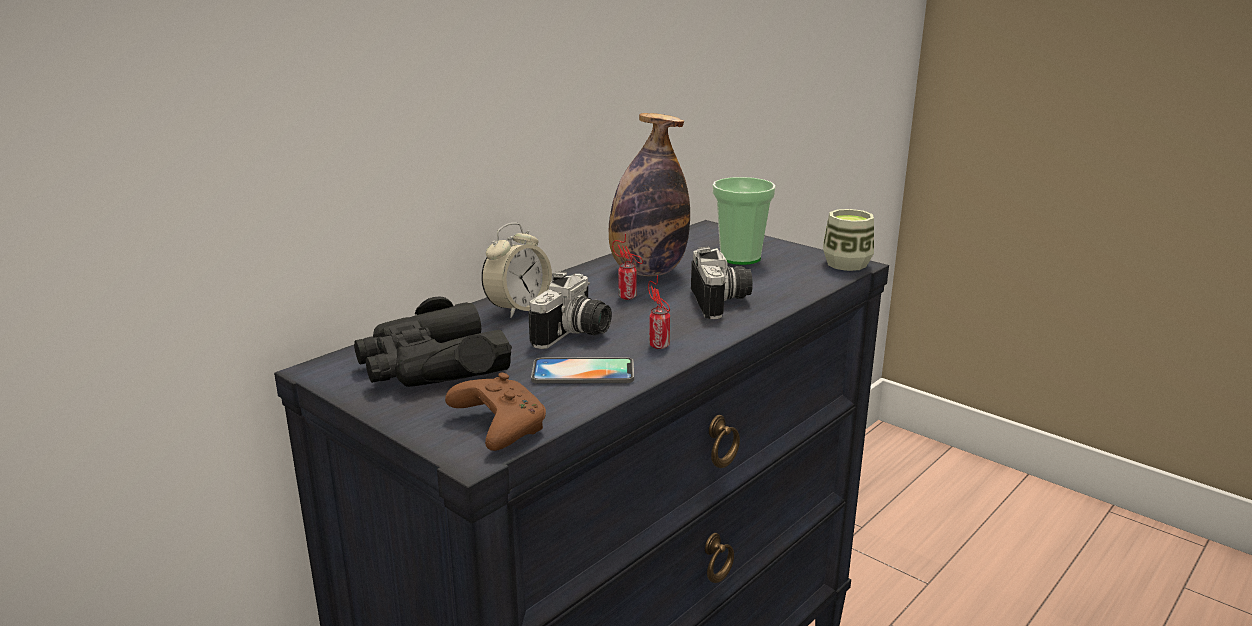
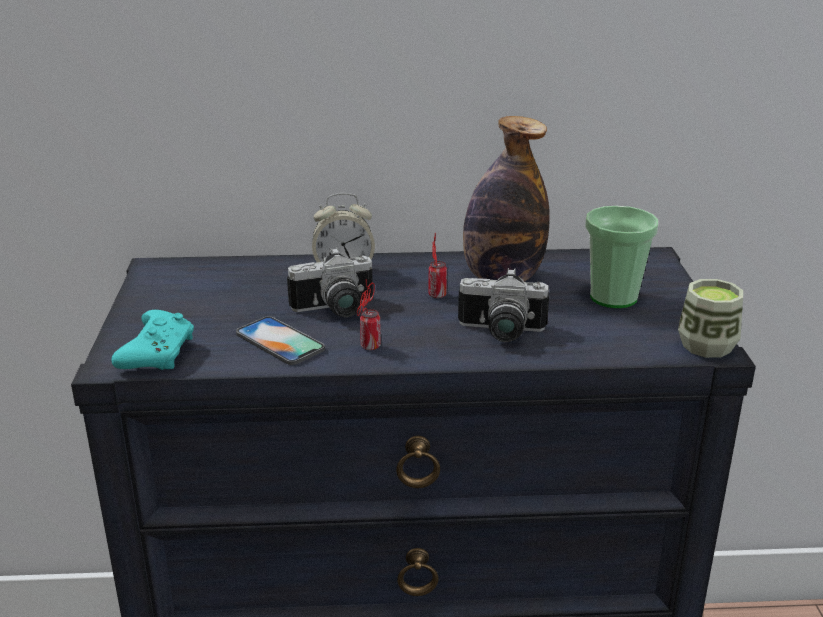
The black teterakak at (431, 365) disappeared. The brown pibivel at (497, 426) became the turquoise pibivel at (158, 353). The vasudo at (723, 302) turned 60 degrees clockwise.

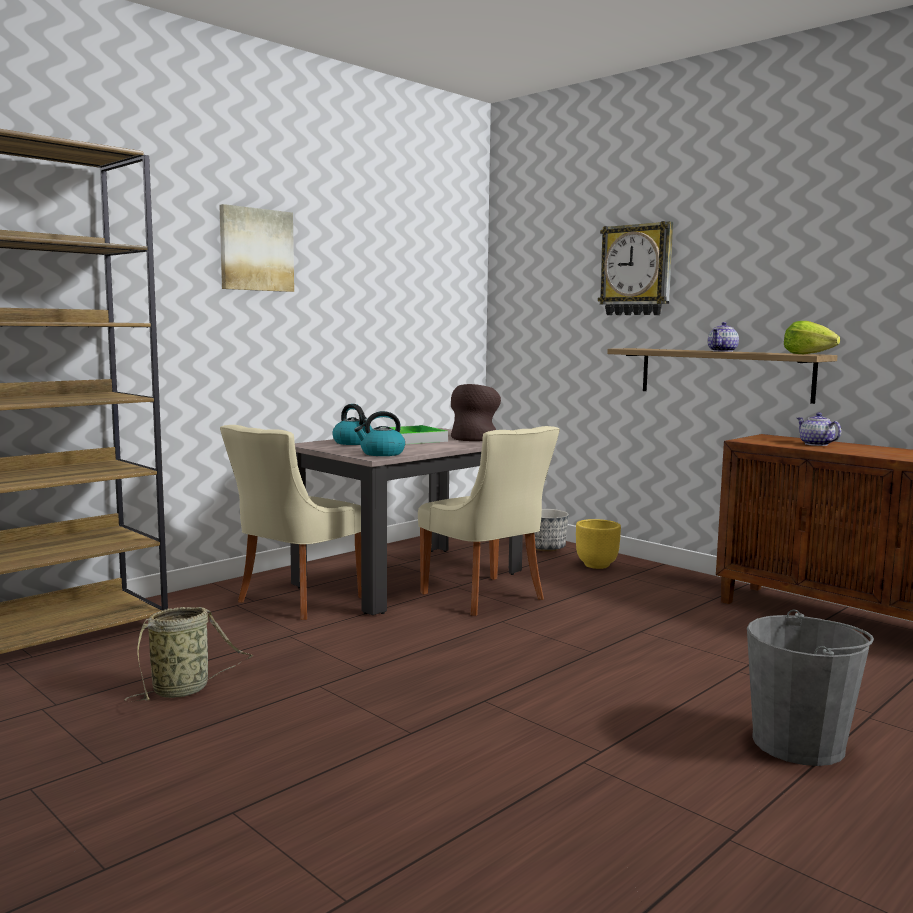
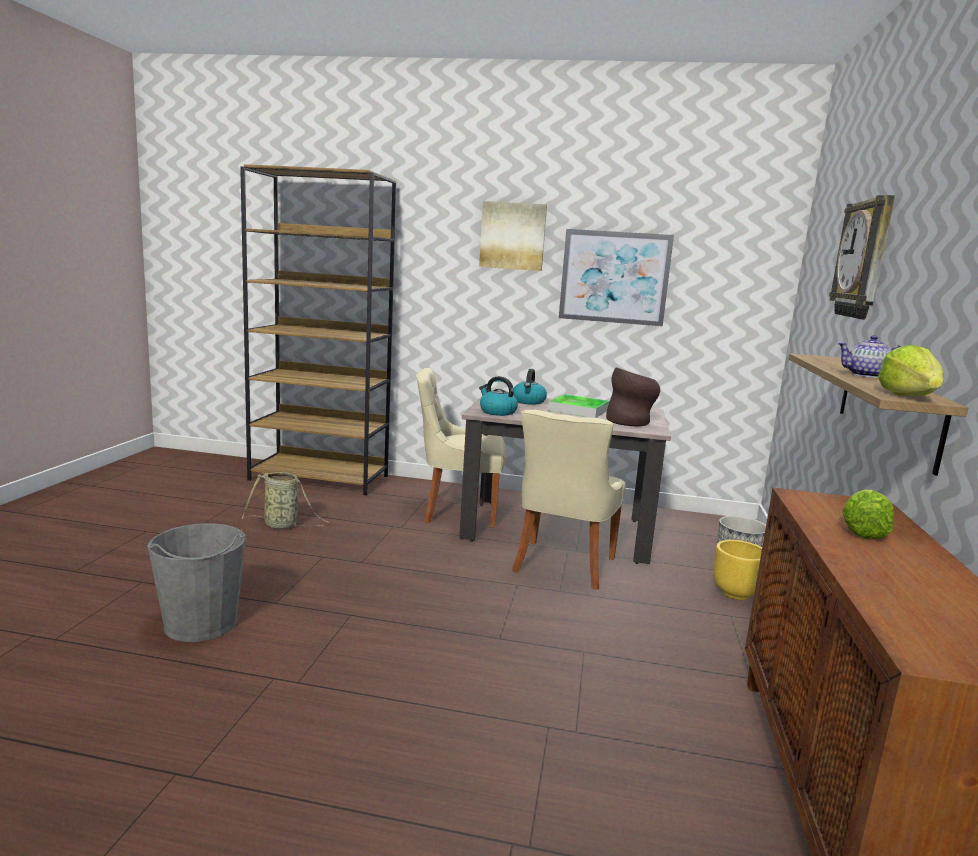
The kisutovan at (614, 277) appeared. The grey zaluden moved from (799, 743) to (201, 624). The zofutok at (816, 444) was replaced by the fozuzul at (865, 529).

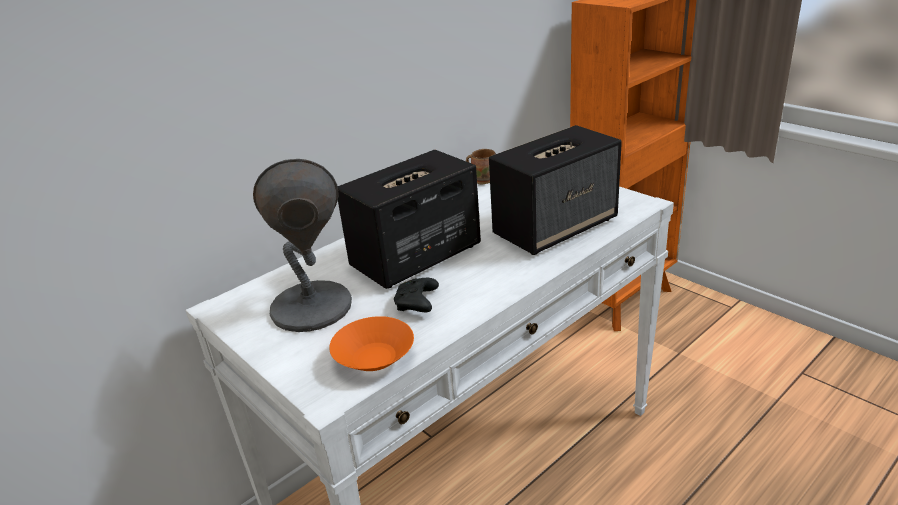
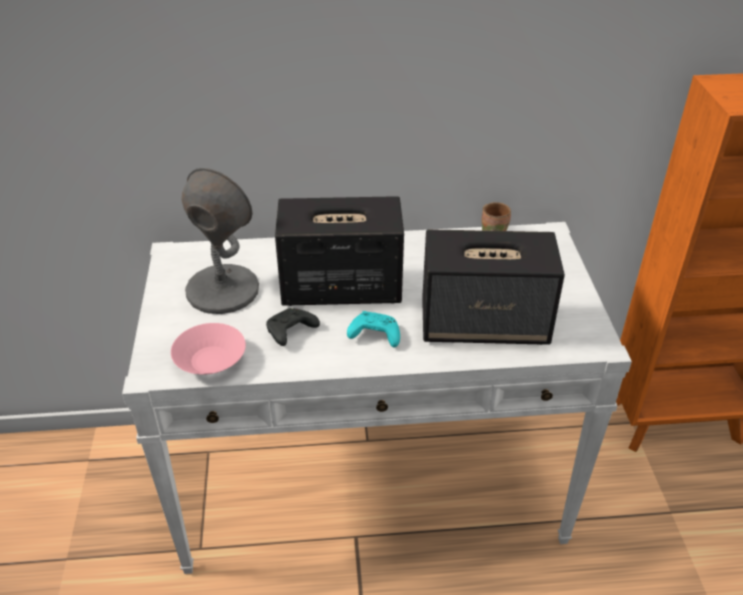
The turquoise pibivel at (374, 336) appeared. The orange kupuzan at (374, 359) became the pink kupuzan at (210, 362).

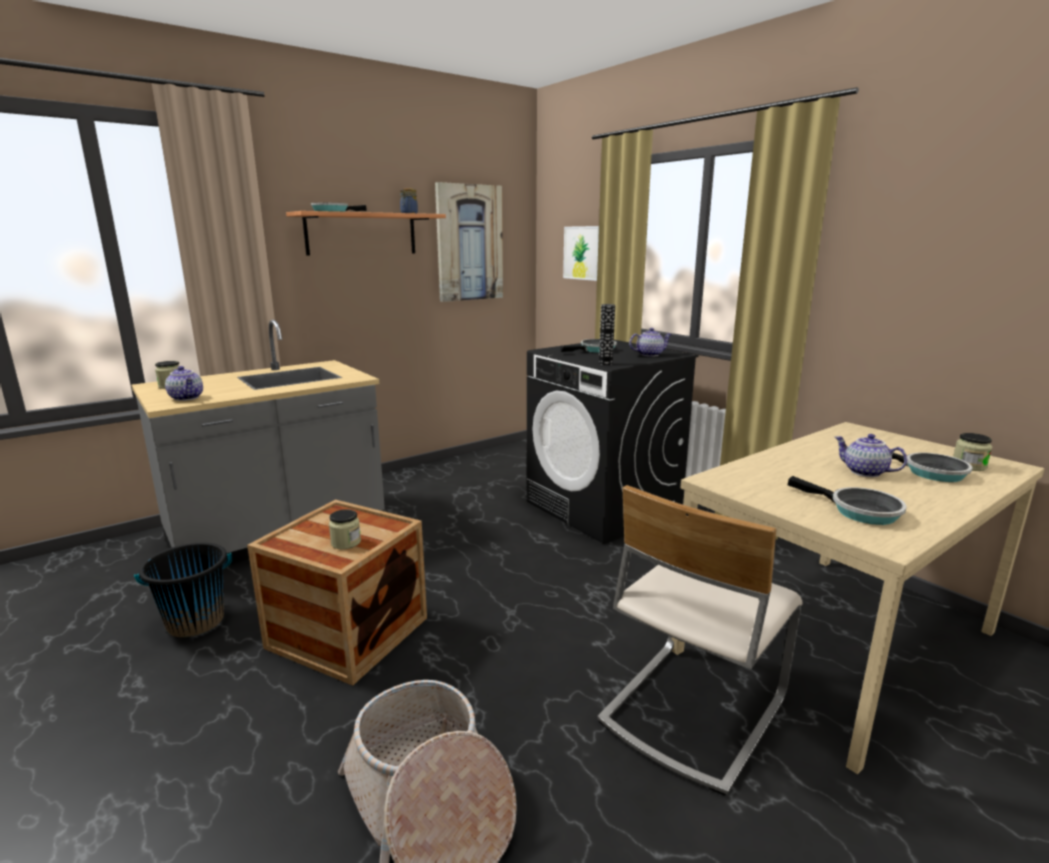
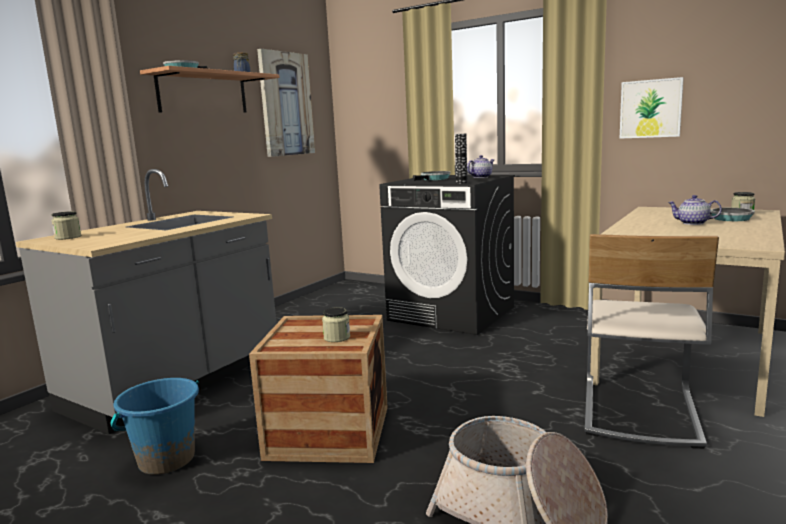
The zofutok at (187, 398) disappeared. The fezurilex at (859, 511) disappeared. The kisutovan moved from (582, 253) to (650, 109). The black zaluden at (195, 621) became the blue zaluden at (166, 459).

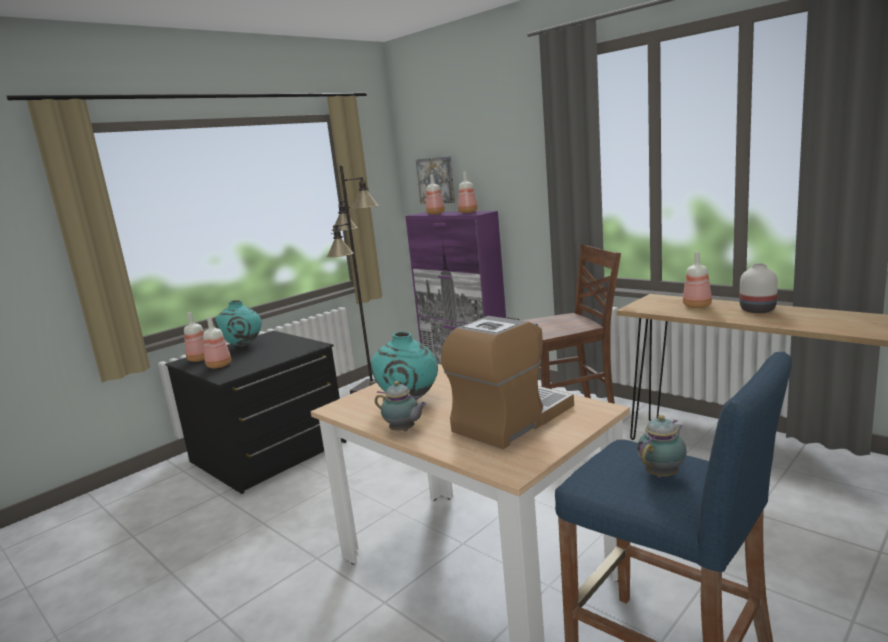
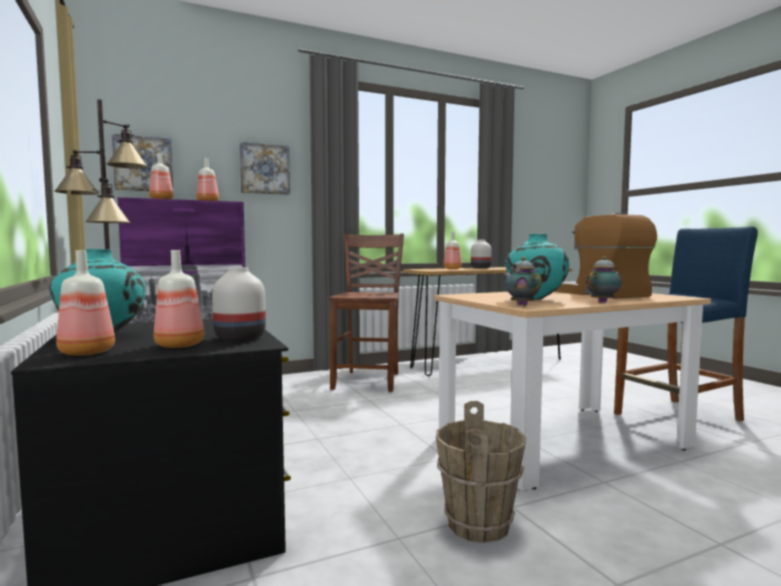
The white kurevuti at (239, 338) appeared. The kisutovan at (264, 169) appeared. The brown zaluden at (479, 524) appeared. The zofutok moved from (663, 474) to (521, 305).

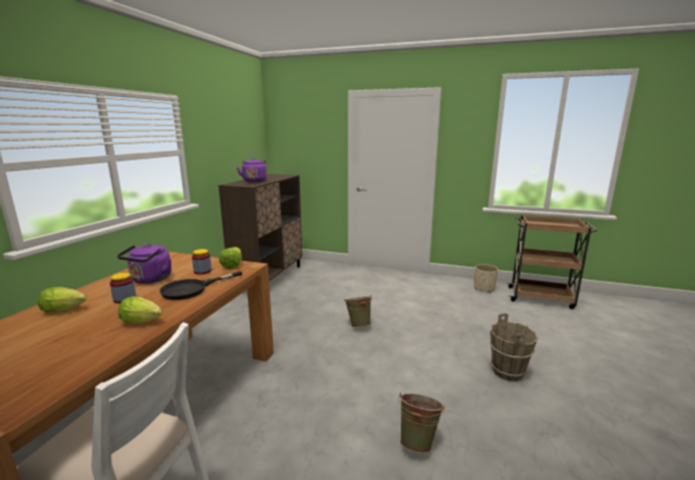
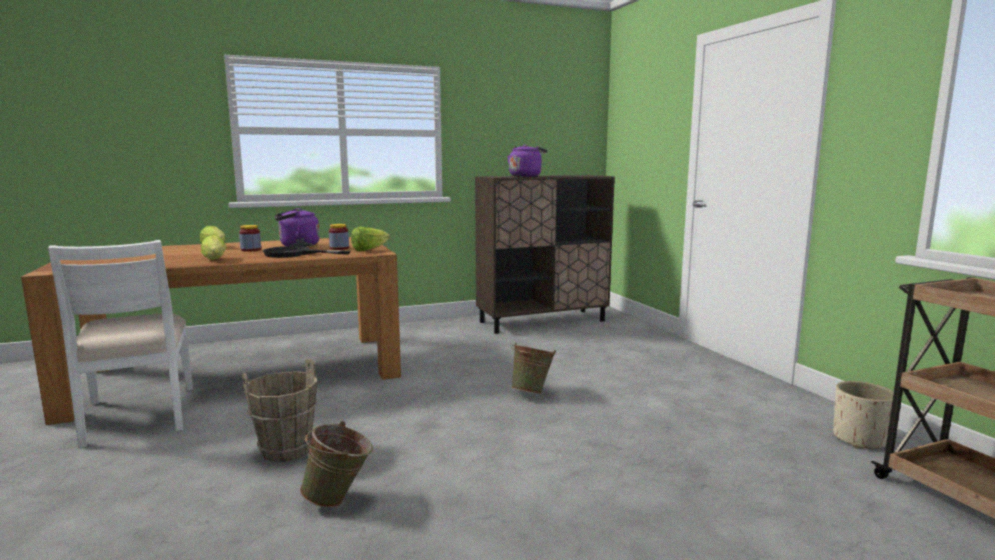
The brown zaluden moved from (508, 371) to (287, 450).

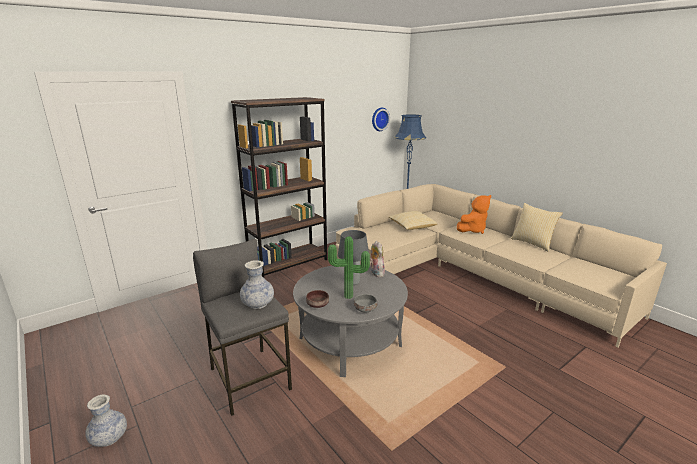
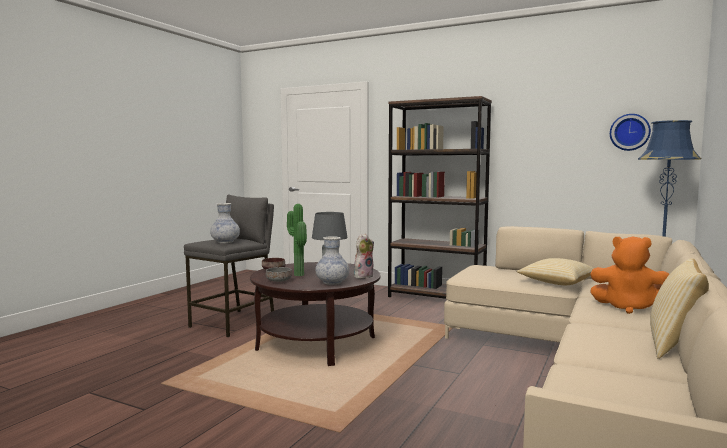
The kurevuti moved from (109, 438) to (332, 282). The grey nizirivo at (350, 342) became the brown nizirivo at (316, 344).

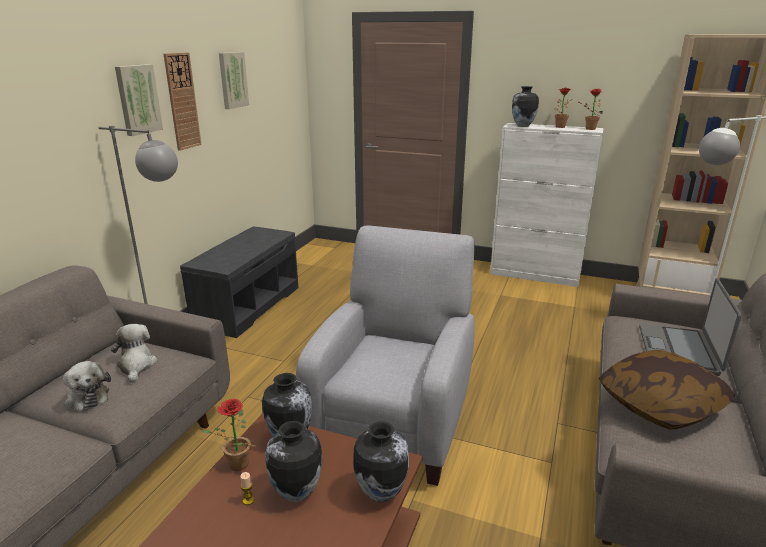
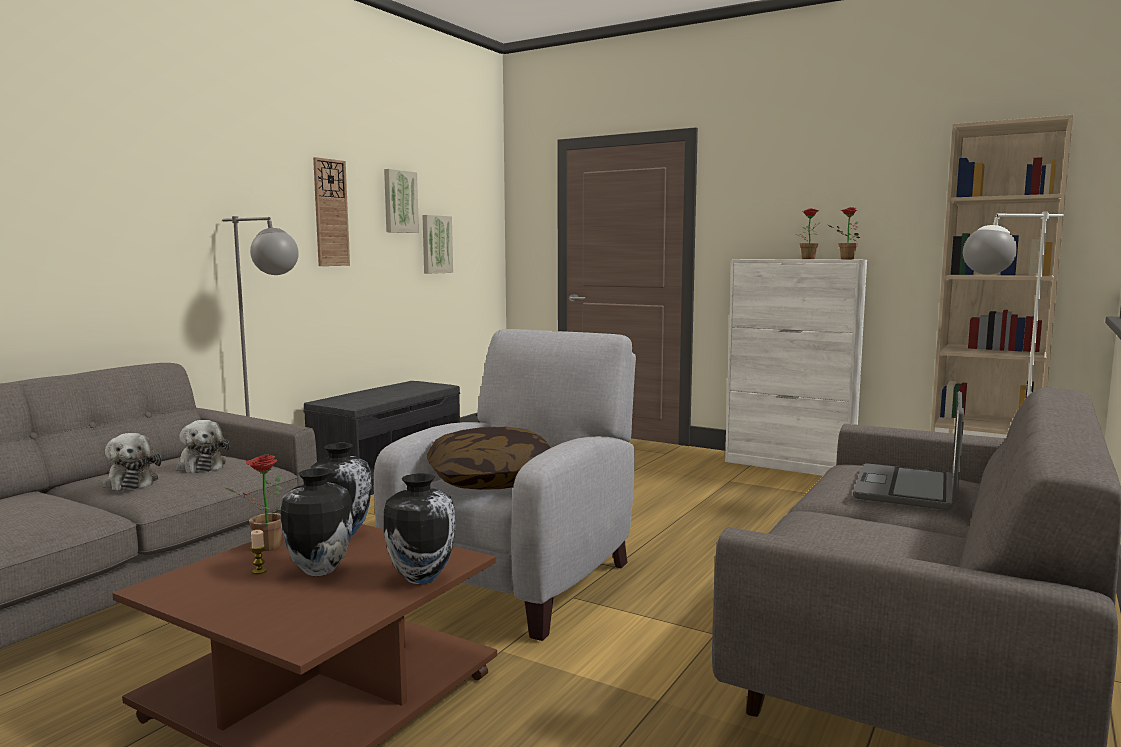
The kurevuti at (522, 126) disappeared. The kisutovan moved from (137, 99) to (436, 244). The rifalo moved from (660, 404) to (492, 481). The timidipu at (136, 365) turned 150 degrees clockwise.

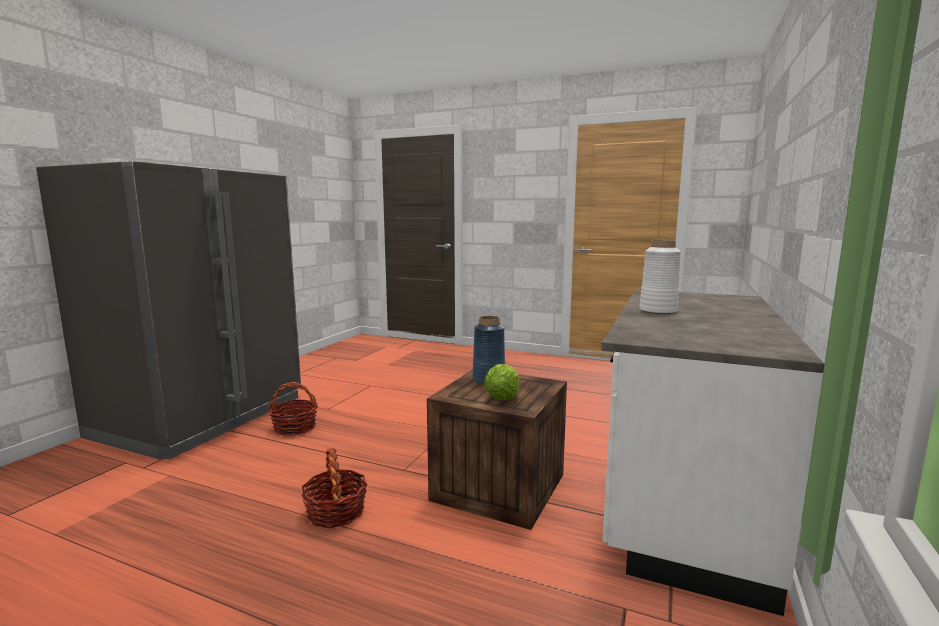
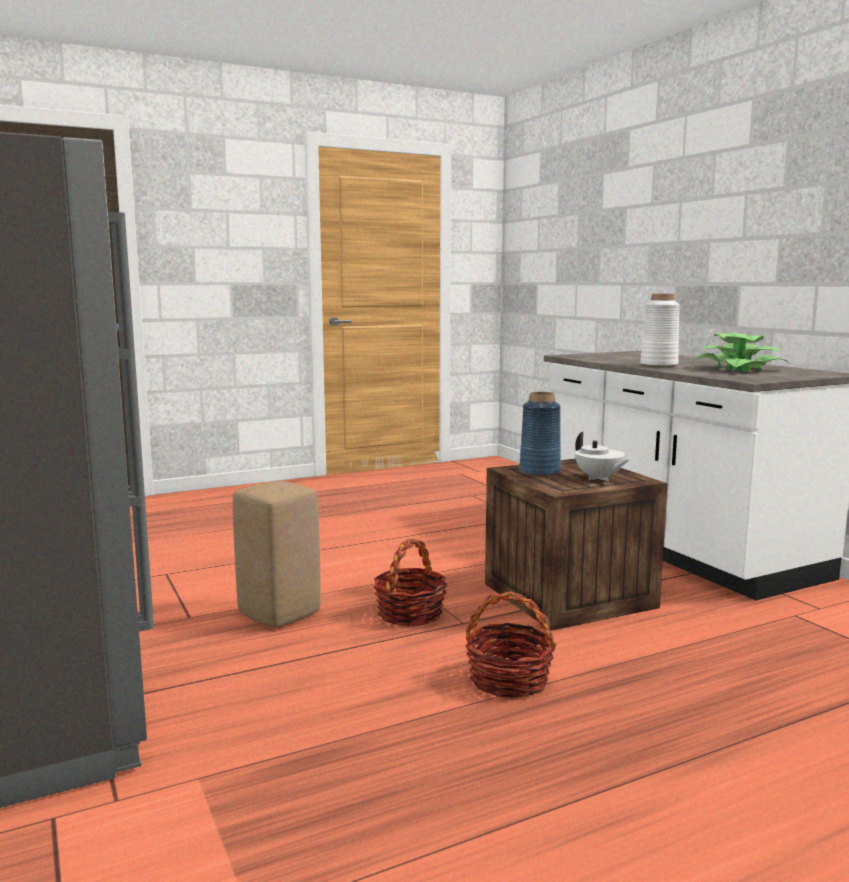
The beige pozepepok at (279, 614) appeared. The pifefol at (739, 369) appeared. The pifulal moved from (295, 428) to (410, 614). The fozuzul at (502, 397) was replaced by the white zofutok at (599, 478).

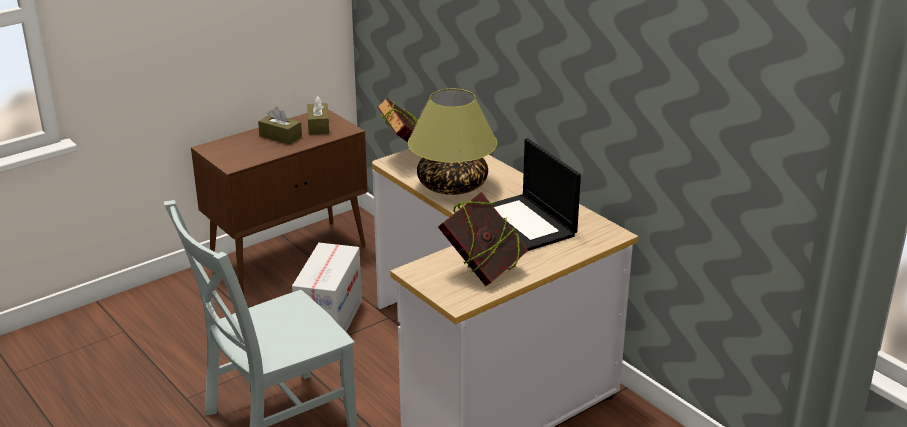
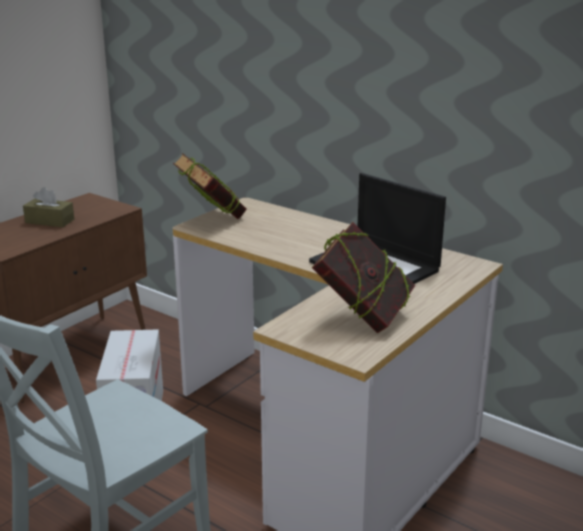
The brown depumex at (318, 126) disappeared. The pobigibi at (452, 186) disappeared.

